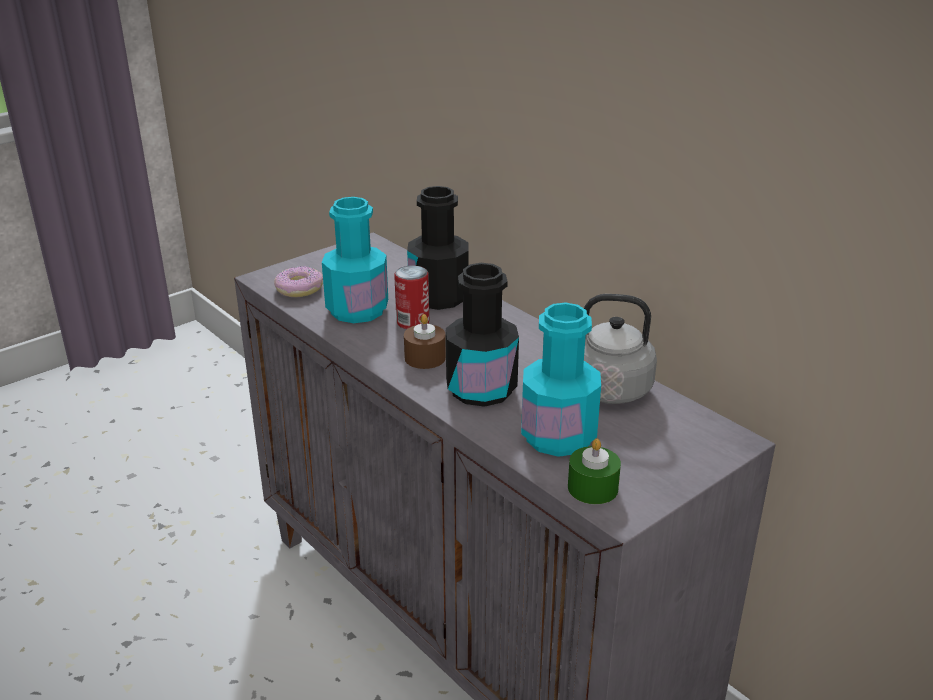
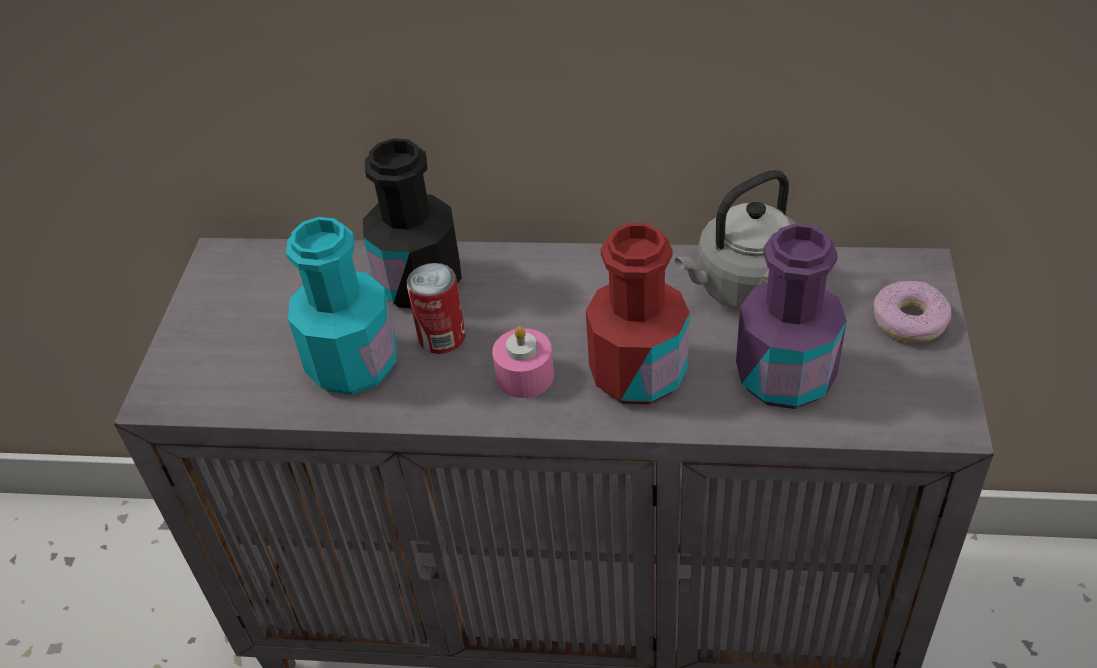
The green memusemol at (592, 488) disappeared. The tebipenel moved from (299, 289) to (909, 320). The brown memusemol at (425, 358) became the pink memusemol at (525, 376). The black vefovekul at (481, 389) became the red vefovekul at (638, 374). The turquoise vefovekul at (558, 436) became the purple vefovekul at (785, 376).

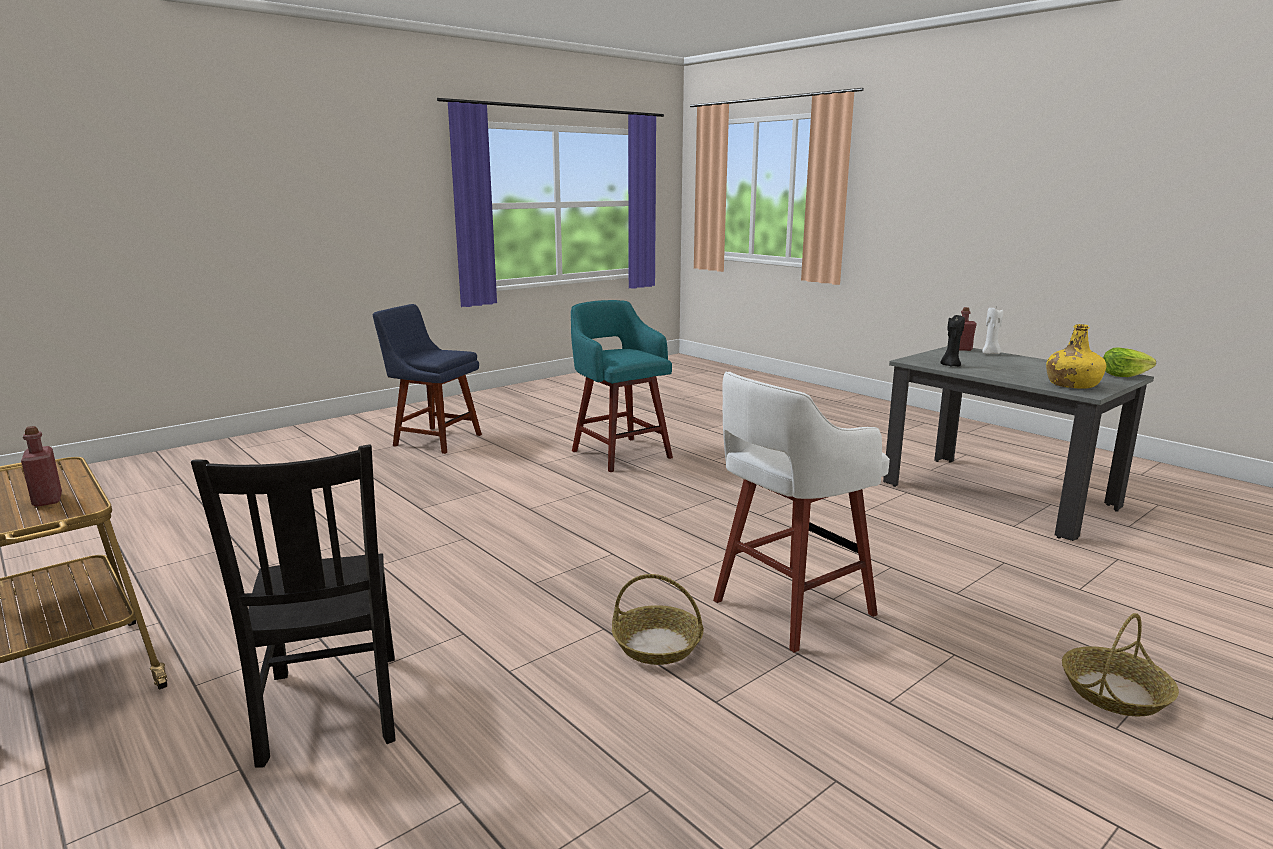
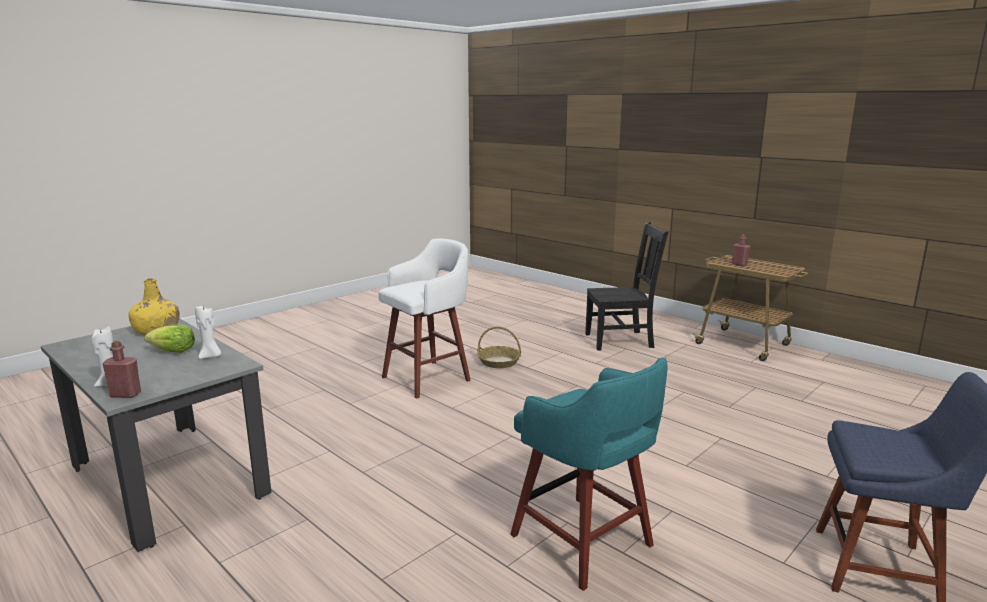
The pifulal at (1114, 693) disappeared. The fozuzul moved from (1123, 375) to (173, 351). The black memusemol at (950, 365) became the white memusemol at (210, 356). The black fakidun at (330, 711) turned 105 degrees clockwise.

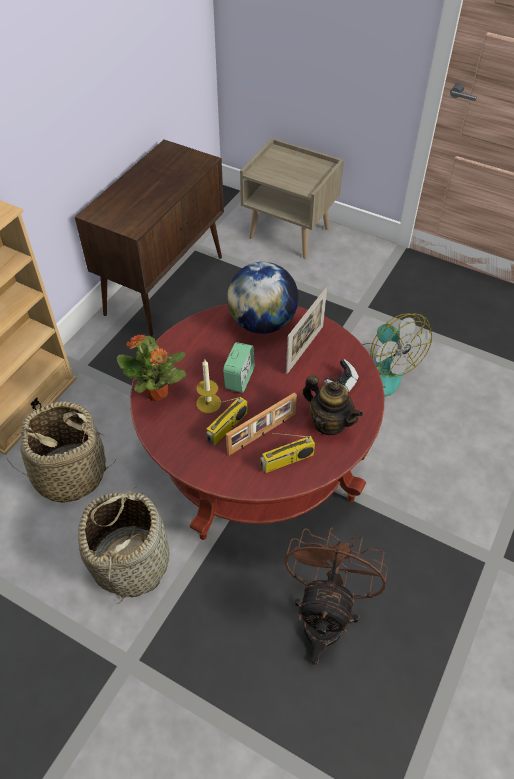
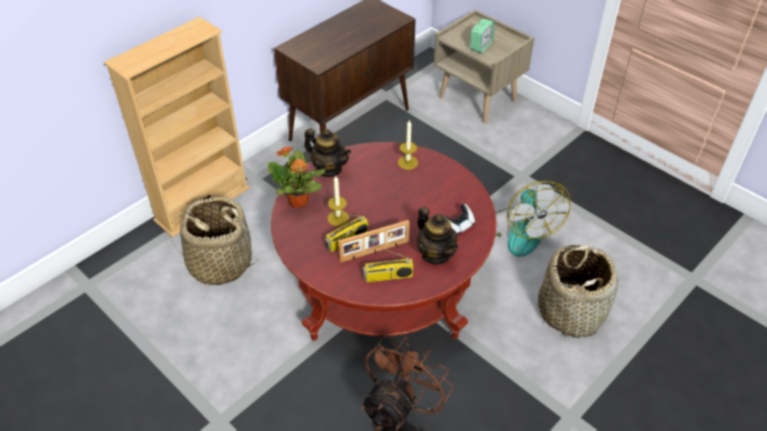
The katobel at (304, 349) disappeared. The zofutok at (329, 169) appeared. The pifulal moved from (131, 561) to (571, 311). The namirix moved from (239, 379) to (481, 46). The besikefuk at (262, 322) was replaced by the memusemol at (407, 162).

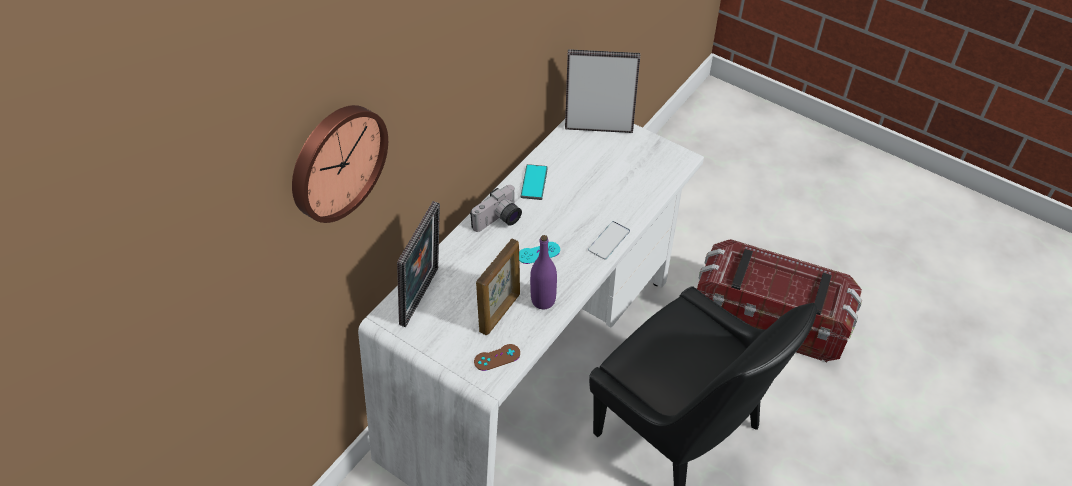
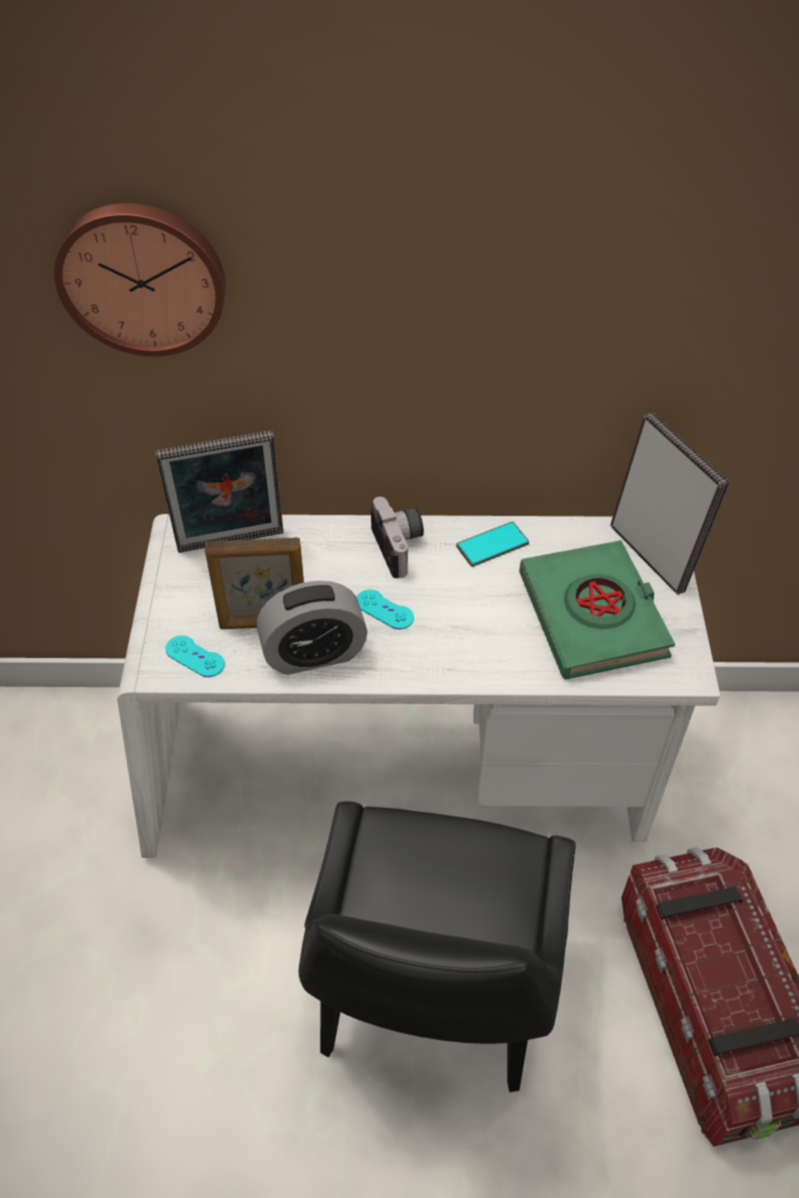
The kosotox at (609, 240) disappeared. The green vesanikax at (593, 616) appeared. The purple vefovekul at (543, 300) was replaced by the namirix at (314, 654). The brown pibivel at (497, 357) became the turquoise pibivel at (195, 656). The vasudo at (499, 221) turned 120 degrees counterclockwise.

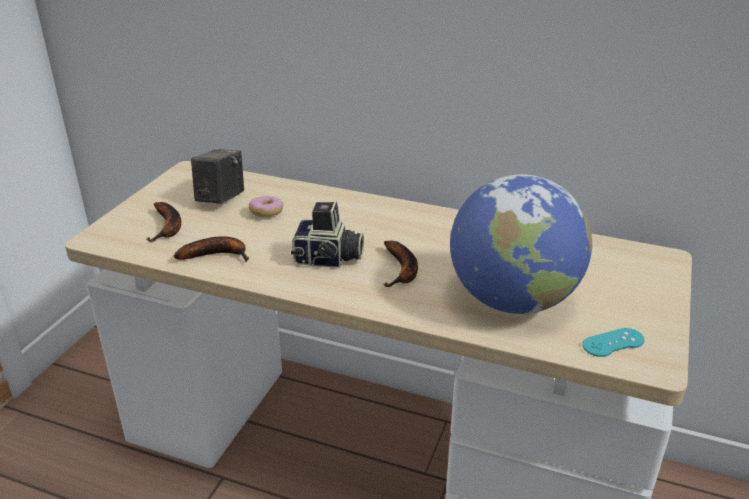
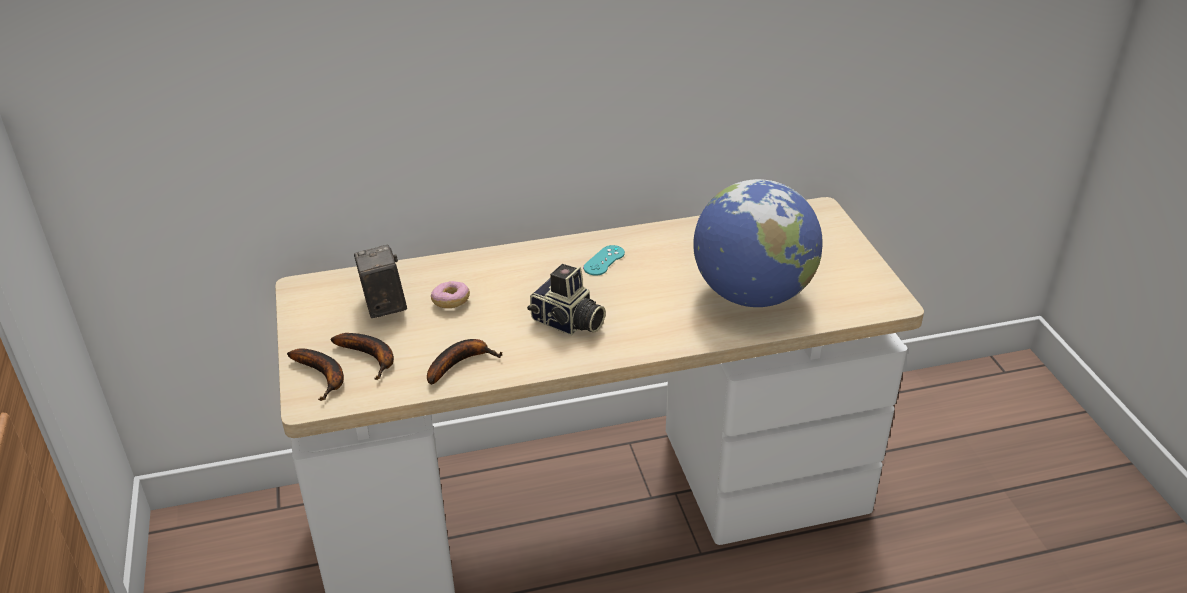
The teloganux moved from (402, 270) to (323, 376). The turquoise pibivel moved from (613, 343) to (604, 260). The vasudo at (328, 259) turned 60 degrees clockwise.

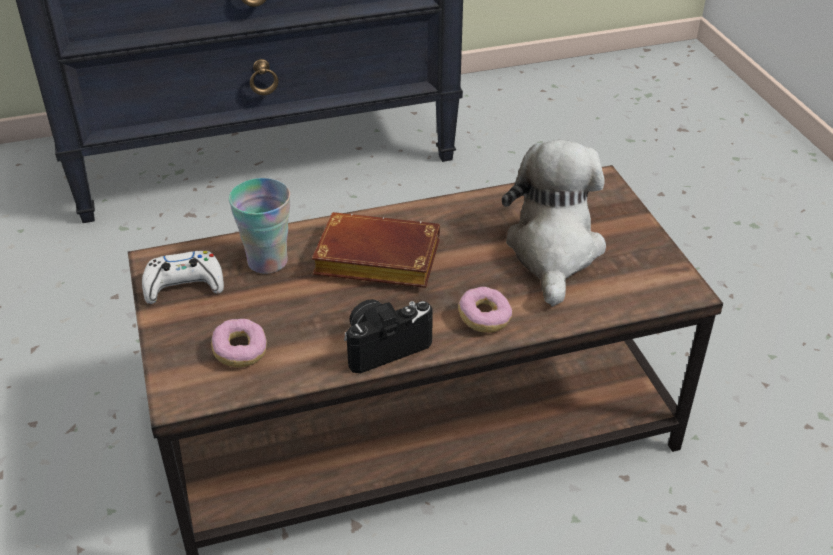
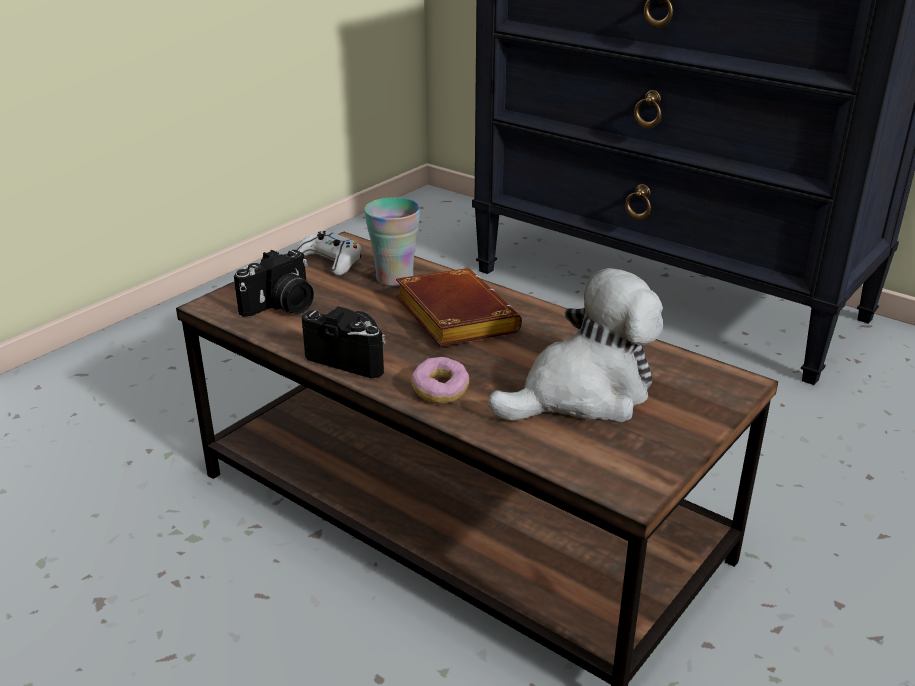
The tebipenel at (240, 352) was replaced by the vasudo at (281, 307).

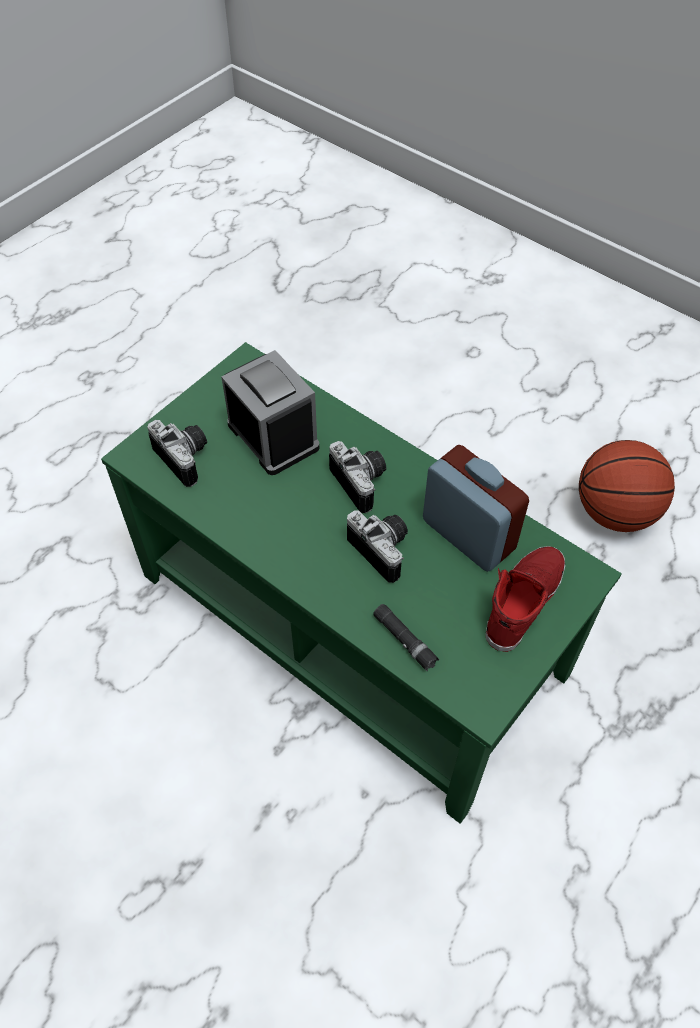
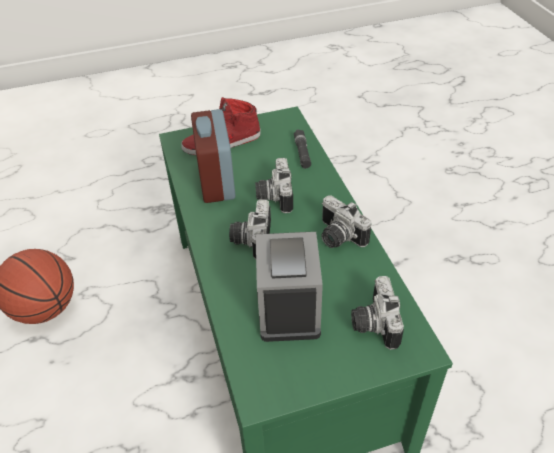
The vasudo at (337, 237) appeared.

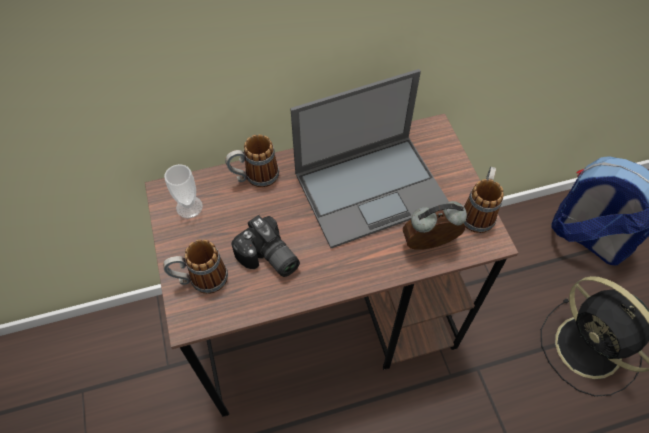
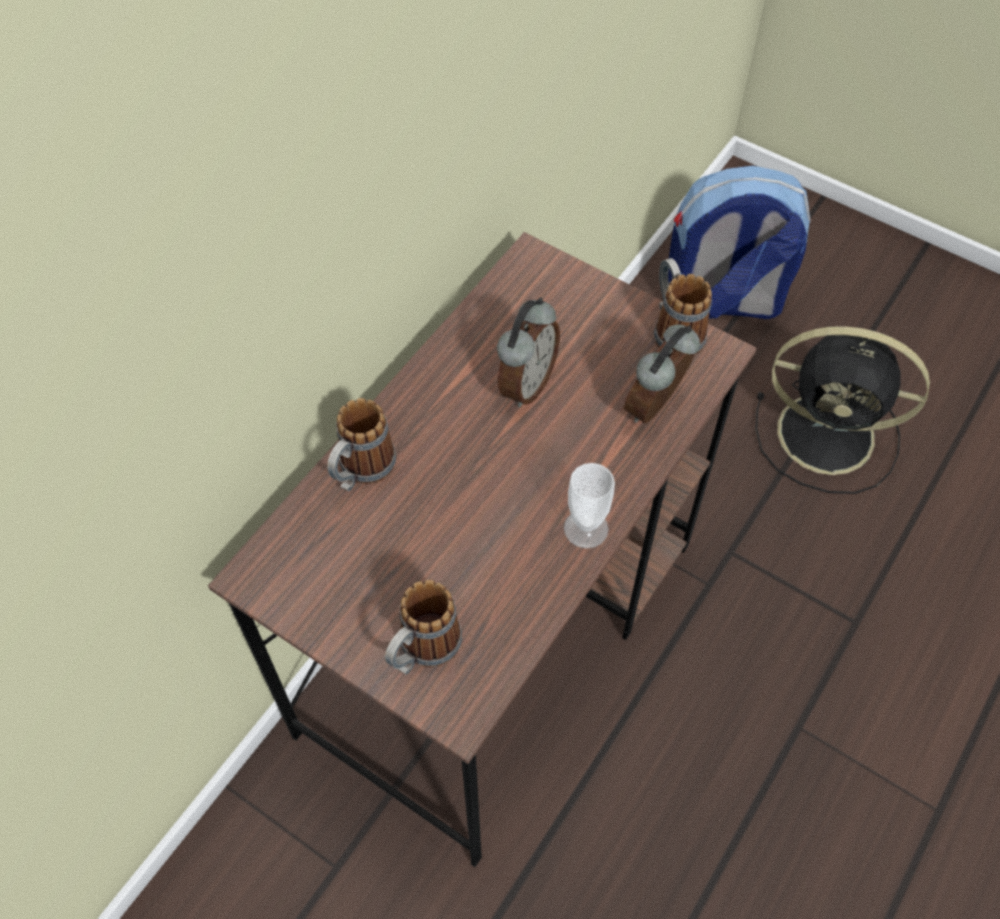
The vasudo at (268, 259) disappeared. The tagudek moved from (189, 207) to (586, 528). The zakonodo at (372, 188) was replaced by the namirix at (525, 384).

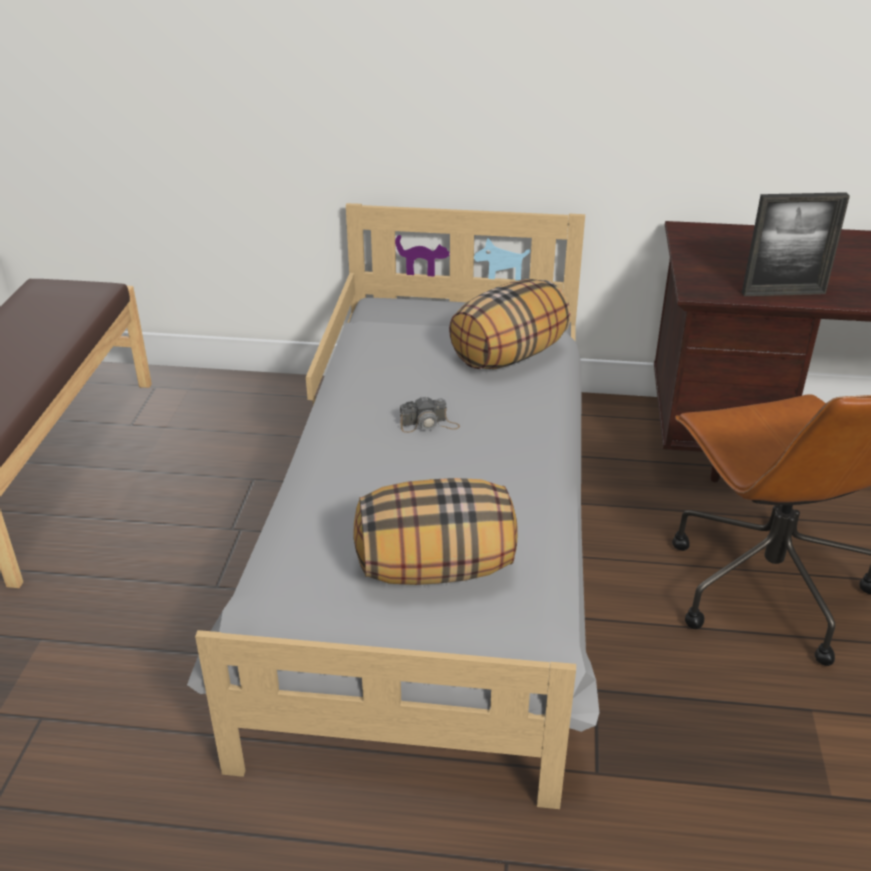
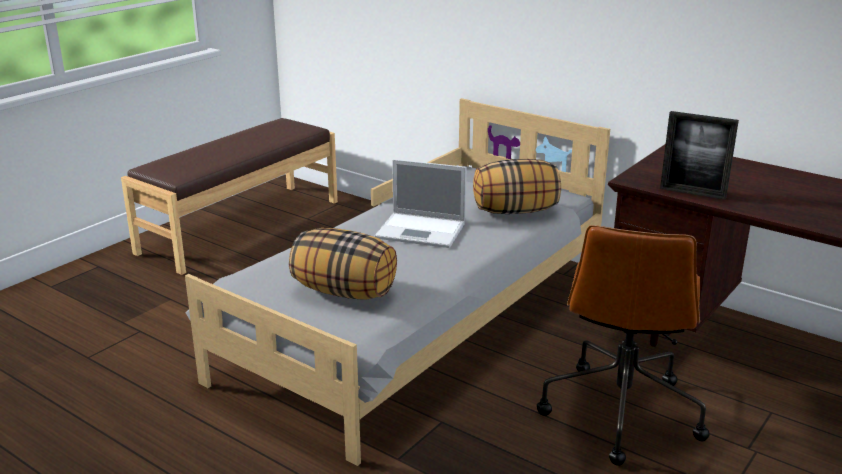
The vasudo at (429, 424) was replaced by the zakonodo at (422, 230).

